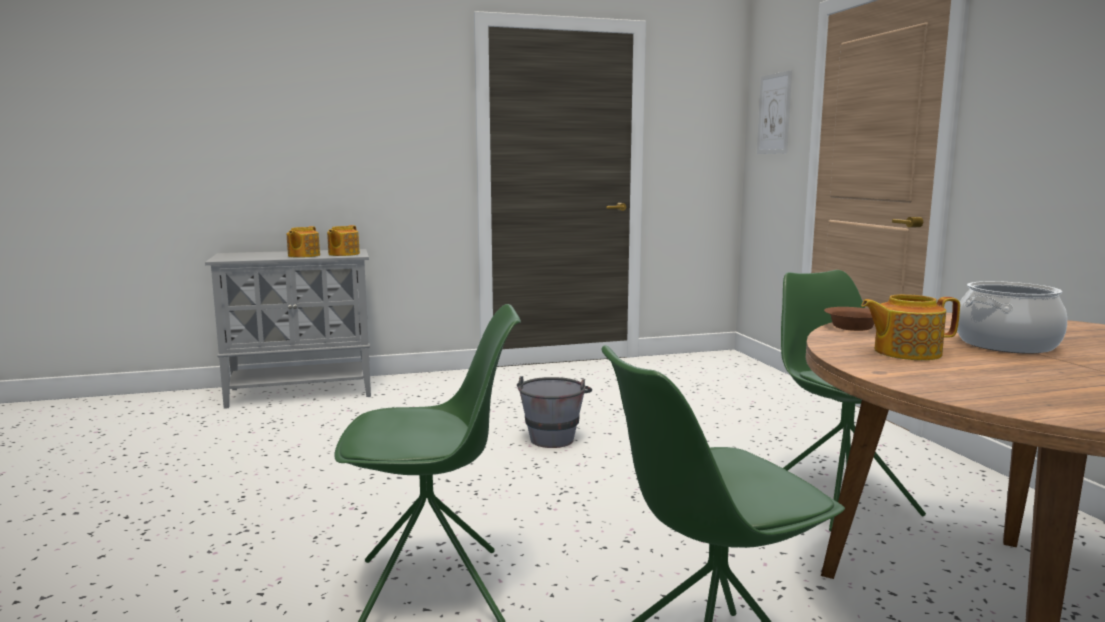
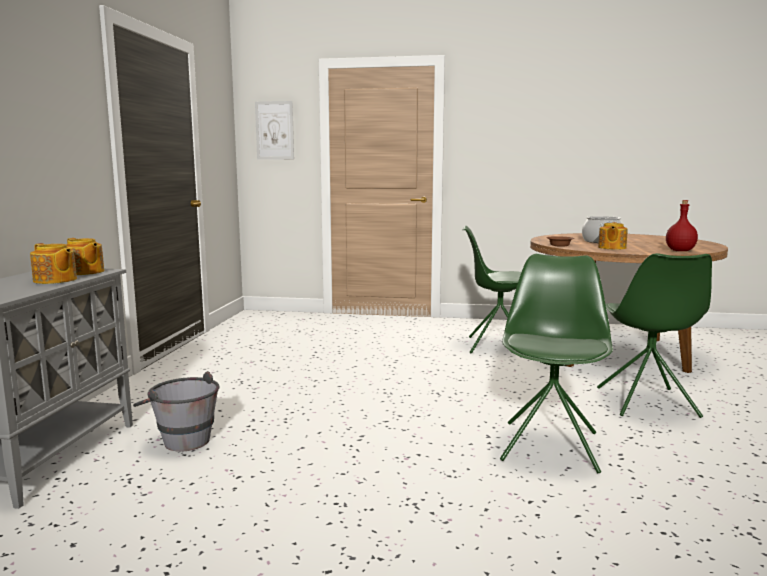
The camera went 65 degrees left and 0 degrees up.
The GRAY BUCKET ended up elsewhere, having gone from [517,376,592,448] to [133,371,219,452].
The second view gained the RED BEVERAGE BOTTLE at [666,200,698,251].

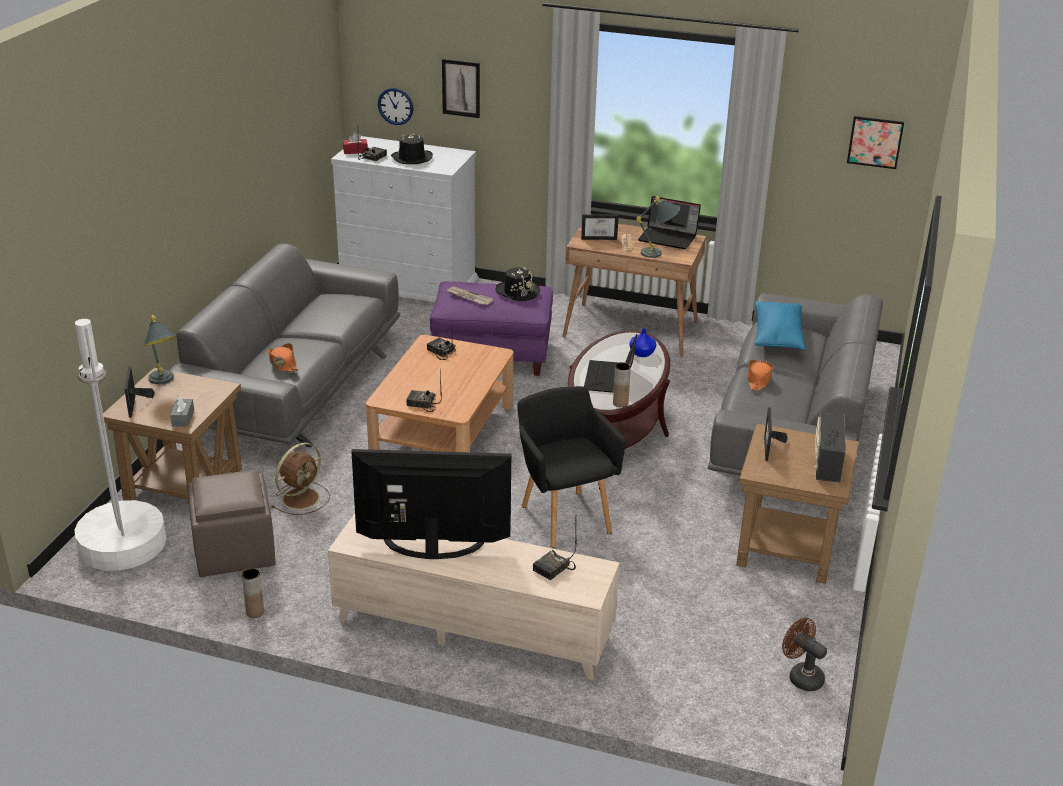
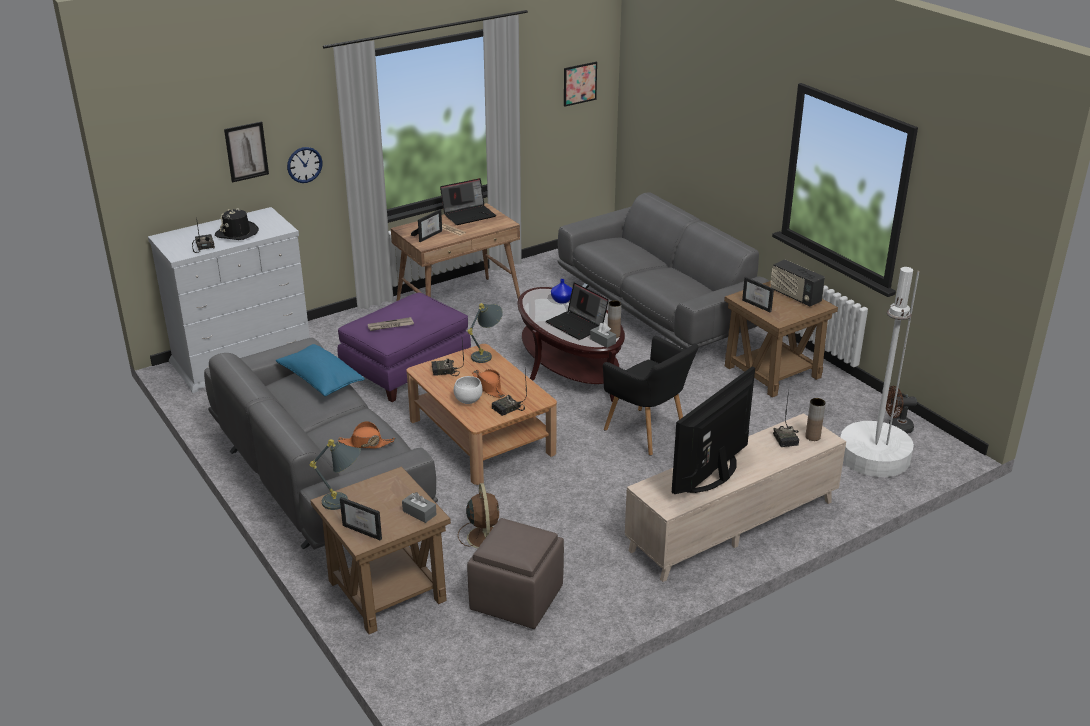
The camera went 50 degrees left and 0 degrees up.
The BLUE-COLOURED THROW PILLOW ended up elsewhere, having gone from [755,301,805,350] to [276,344,365,396].
The CLOCK ON THE WALL ended up elsewhere, having gone from [378,88,413,125] to [287,147,323,183].
The second view gained the WHITE BOWL at [454,376,483,404].
The GRAY TABLE LAMP ended up elsewhere, having gone from [637,196,680,258] to [468,303,503,363].
The ORANGE WEARABLE HAT ended up elsewhere, having gone from [748,360,773,391] to [472,369,505,398].
The second view gained the GRAY BOX OF TISSUES at [590,323,616,348].
The BLACK-COLOURED EASY CHAIR at [517,386,626,548] ended up facing another way, 150 degrees counterclockwise from before.
The BROWN-COLOURED FLOWER VASE ended up elsewhere, having gone from [242,568,264,618] to [805,398,826,441].
The WHITE STANDING LAMP ended up elsewhere, having gone from [75,319,166,570] to [840,267,919,477].
The second view lost the RED BOX OF TISSUES at [343,132,368,154].
The second view lost the BLACK-COLOURED WEARABLE HAT at [495,267,540,301].

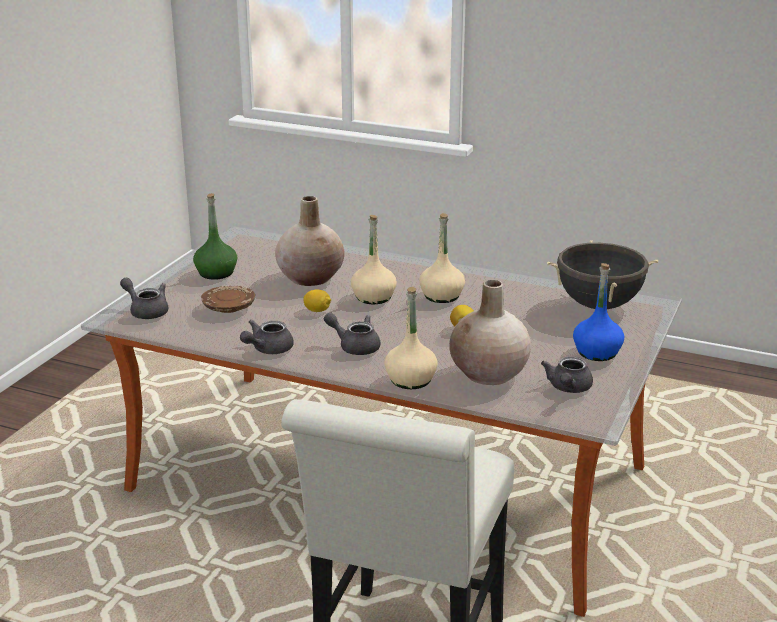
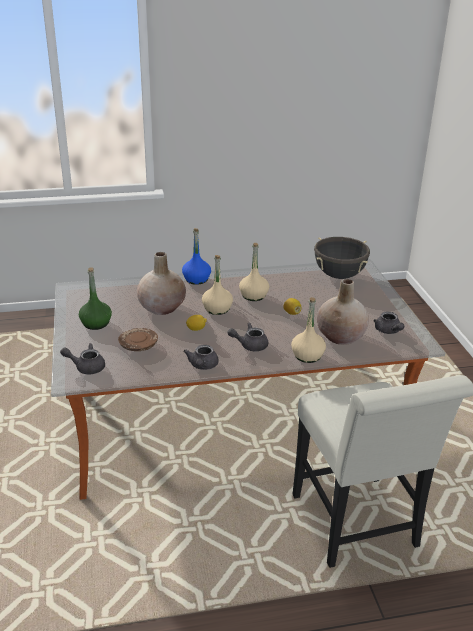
The camera went 35 degrees left and 5 degrees up.
The BLUE-COLOURED BEVERAGE BOTTLE ended up elsewhere, having gone from [573,263,624,361] to [182,228,211,285].

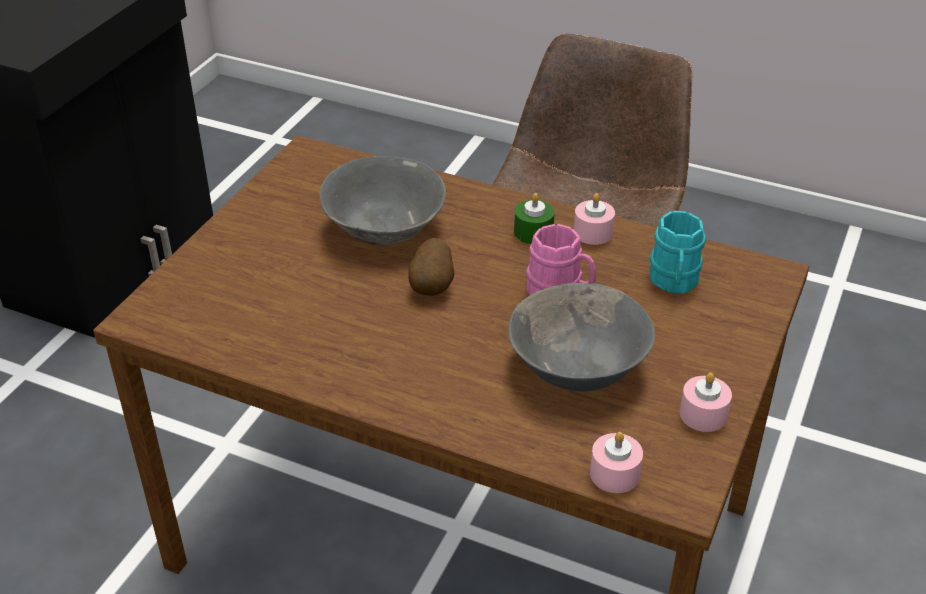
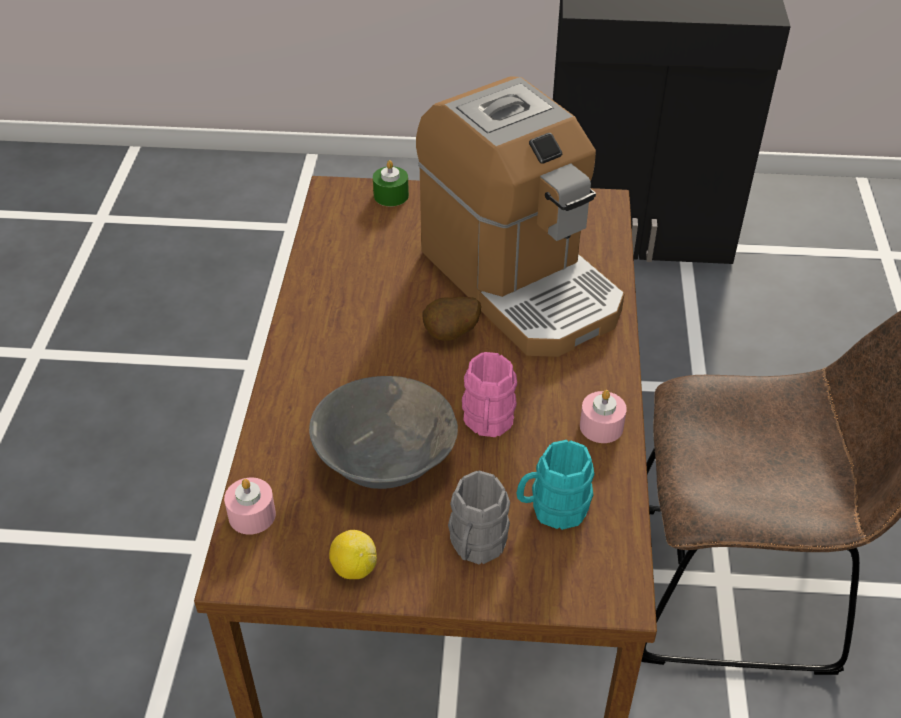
The camera went 70 degrees right and 5 degrees up.
Where the PINKISH WAX LIGHT stood at [680,373,732,432], the LEMON came to stand at [329,530,377,579].
The GREEN-COLOURED WAX LIGHT ended up elsewhere, having gone from [514,193,555,244] to [373,160,409,206].
Where the GRAY BOWL stood at [320,156,446,246], the COFFEE MACHINE came to stand at [416,76,625,357].
The second view gained the GRAY COFFEE MUG at [448,470,510,564].

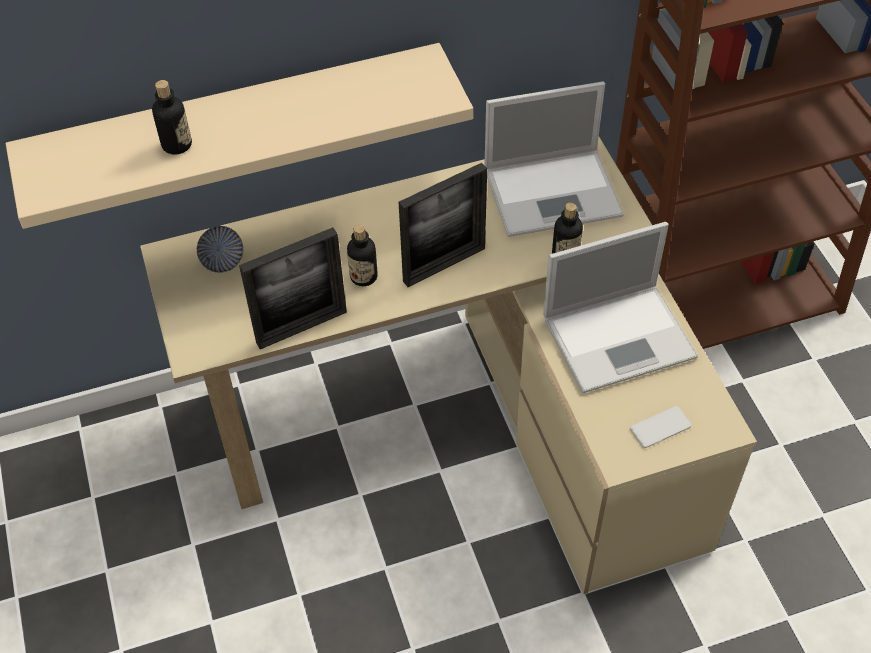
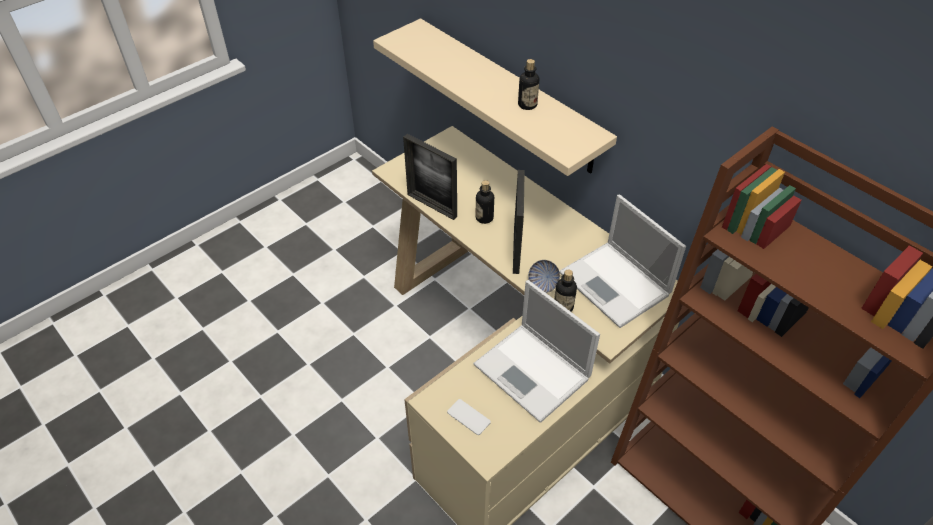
The camera went 65 degrees right and 5 degrees down.
The PHOTO FRAME at [399,163,487,287] ended up facing another way, 120 degrees counterclockwise from before.
The BEVERAGE BOTTLE ended up elsewhere, having gone from [152,80,192,155] to [518,59,539,110].
The BOWL ended up elsewhere, having gone from [197,226,243,273] to [528,260,560,293].

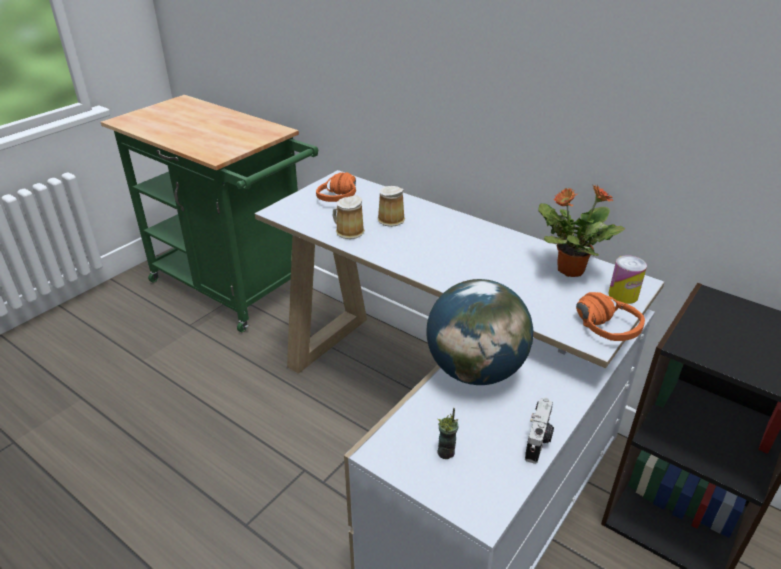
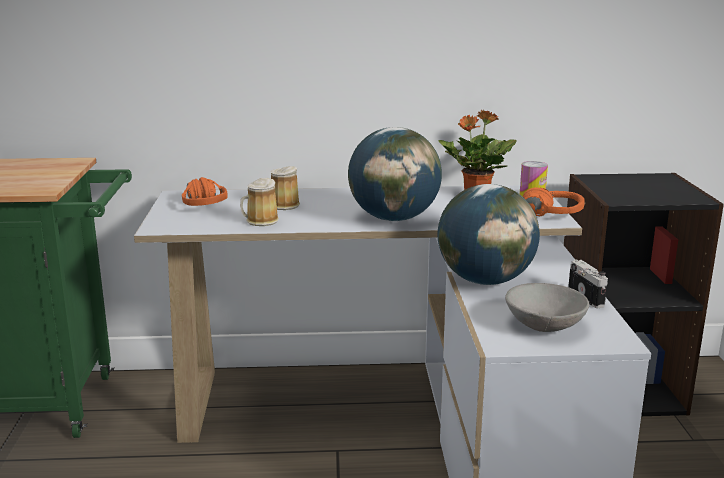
The camera went 40 degrees left and 15 degrees down.
The second view gained the GLOBE at [348,127,442,221].
Where the DRINKING CUP stood at [437,408,459,459], the GRAY BOWL came to stand at [505,283,589,332].

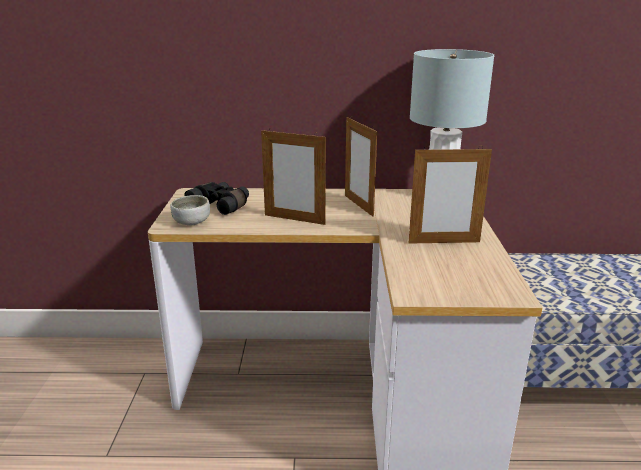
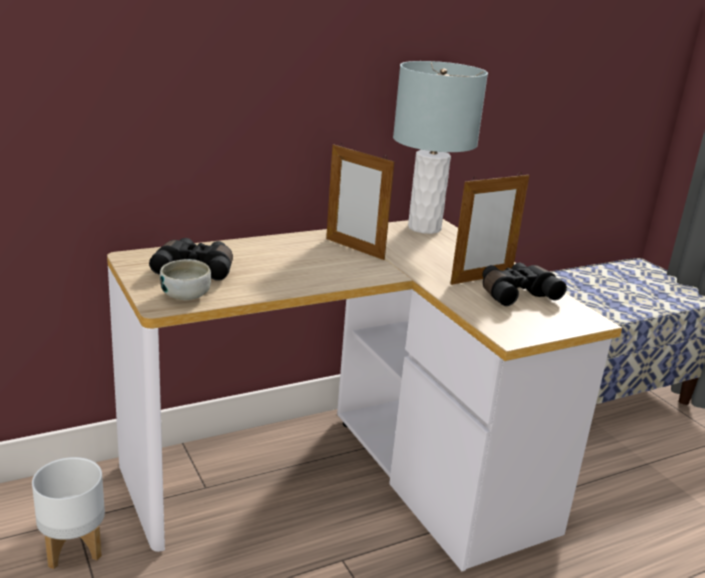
The camera went 30 degrees left and 0 degrees up.
The second view gained the WHITE FLOWER POT at [32,457,105,569].
The second view gained the BLACK-COLOURED PAIR OF BINOCULARS at [482,263,567,306].
The second view lost the PHOTO FRAME at [261,128,326,225].

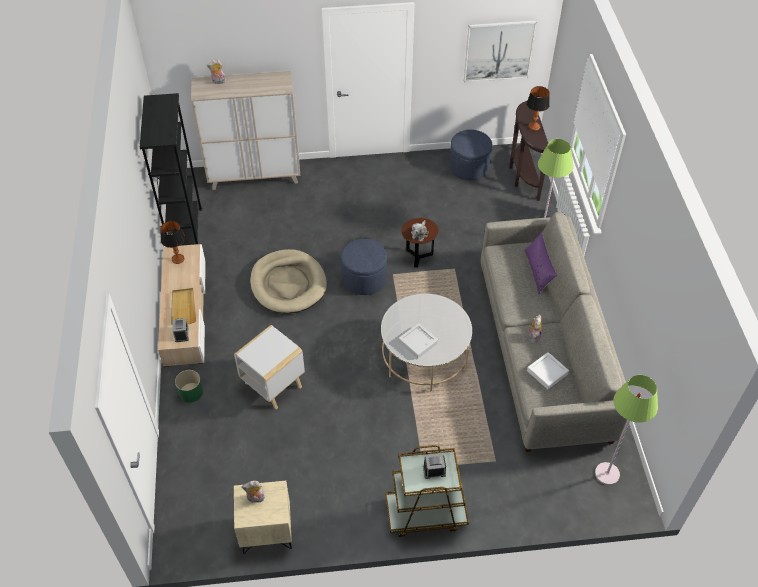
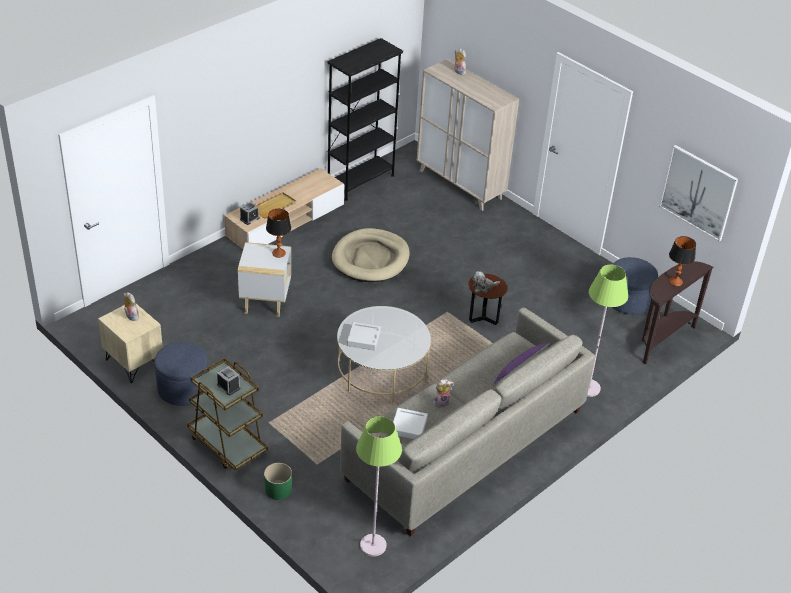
The camera went 50 degrees right and 10 degrees down.
The BLUE-COLOURED OTTOMAN ended up elsewhere, having gone from [341,239,387,295] to [154,342,208,406].
The GREEN-COLOURED FLOWER POT ended up elsewhere, having gone from [175,370,203,403] to [264,463,292,500].
The TABLE LAMP ended up elsewhere, having gone from [160,221,185,264] to [266,209,291,258].

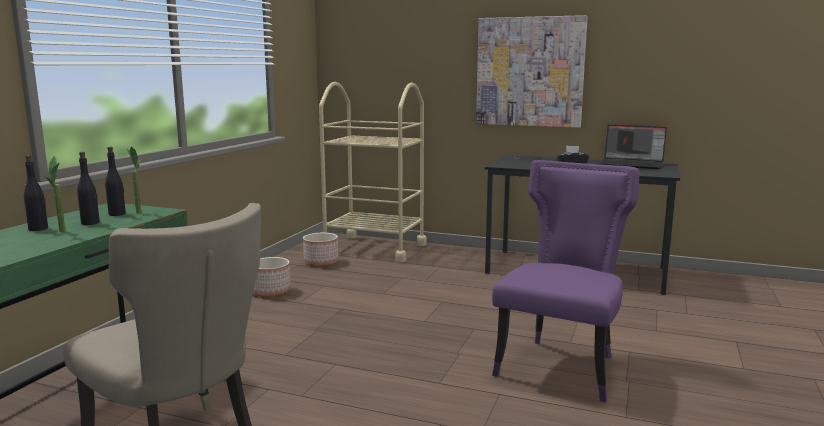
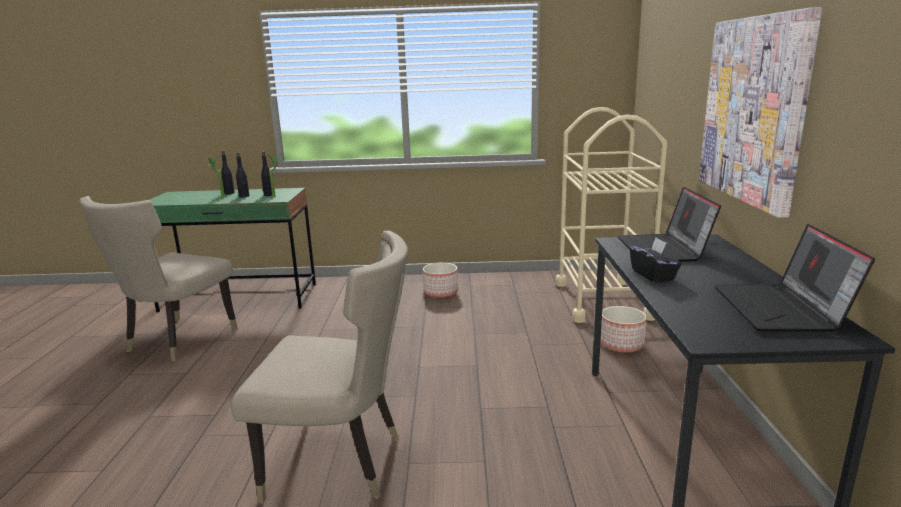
The camera went 70 degrees right and 5 degrees up.
What was the PURPLE PLAIN CHAIR at [492,160,640,403] turned into the BEIGE-COLOURED PLAIN CHAIR at [231,231,408,504].
The FLOWER POT ended up elsewhere, having gone from [303,233,338,267] to [601,306,647,353].
The second view gained the NOTEBOOK COMPUTER at [617,186,721,262].

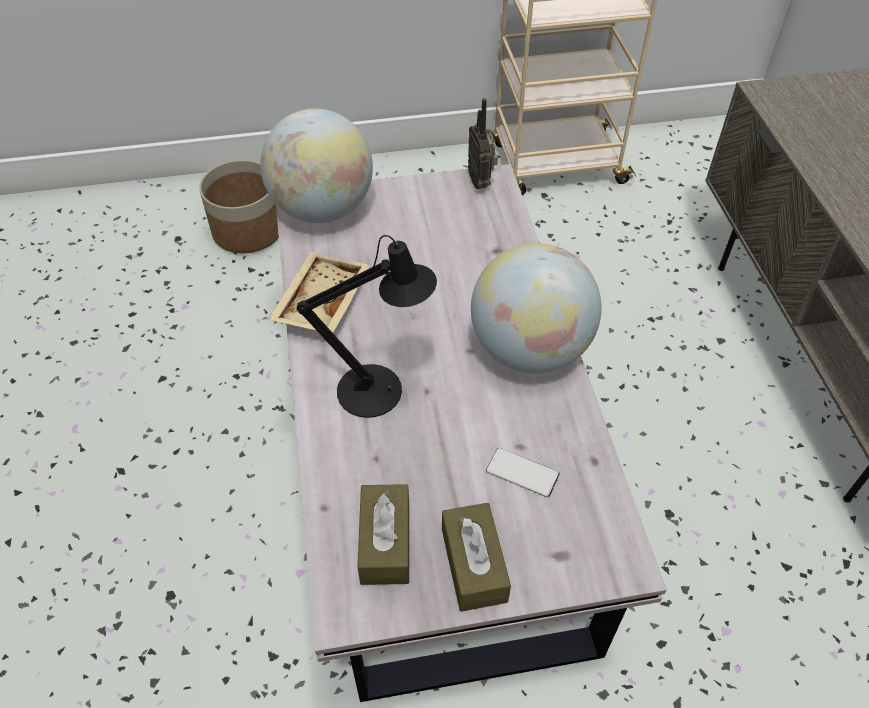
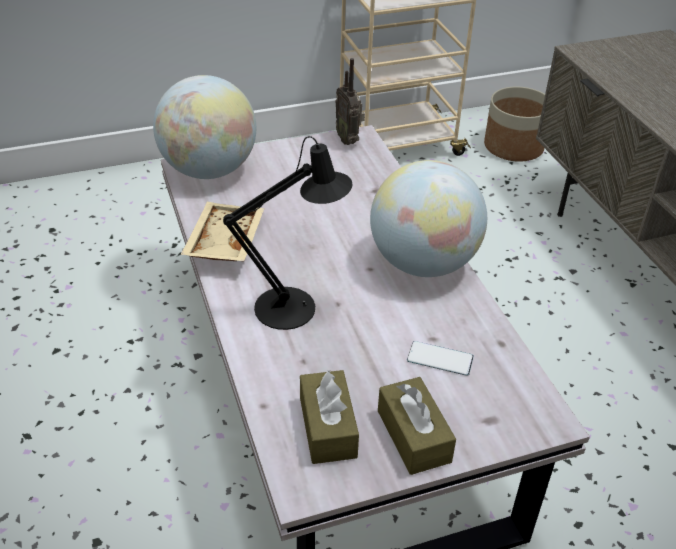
The camera went 10 degrees left and 10 degrees down.
The FLOWER POT ended up elsewhere, having gone from [199,160,279,253] to [484,87,545,161].

